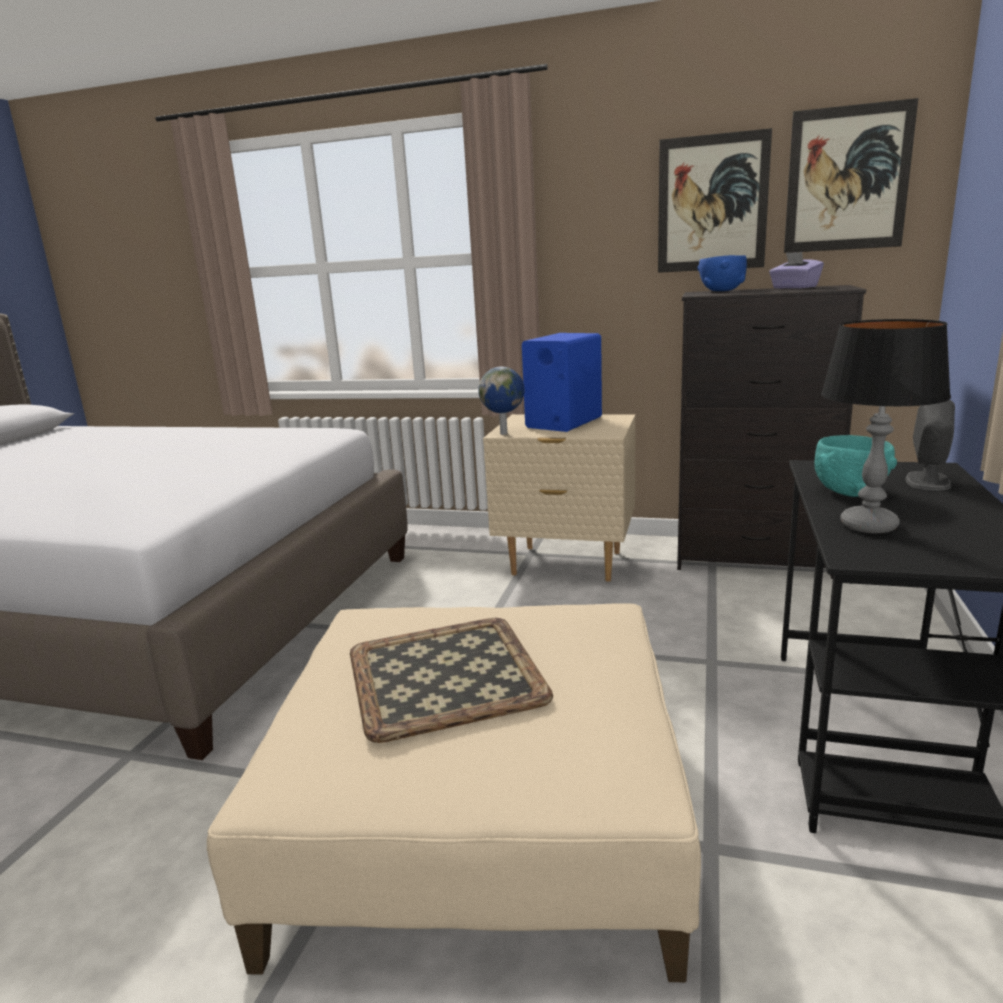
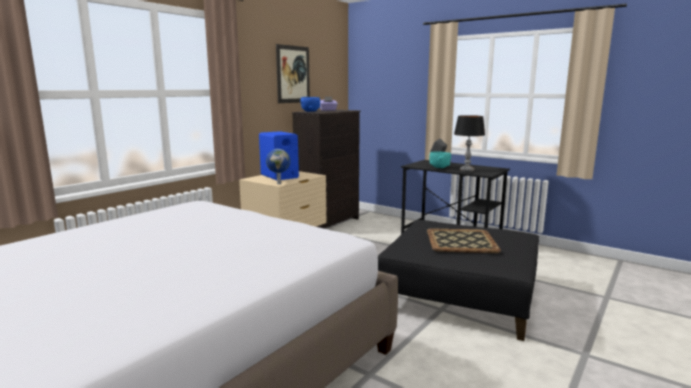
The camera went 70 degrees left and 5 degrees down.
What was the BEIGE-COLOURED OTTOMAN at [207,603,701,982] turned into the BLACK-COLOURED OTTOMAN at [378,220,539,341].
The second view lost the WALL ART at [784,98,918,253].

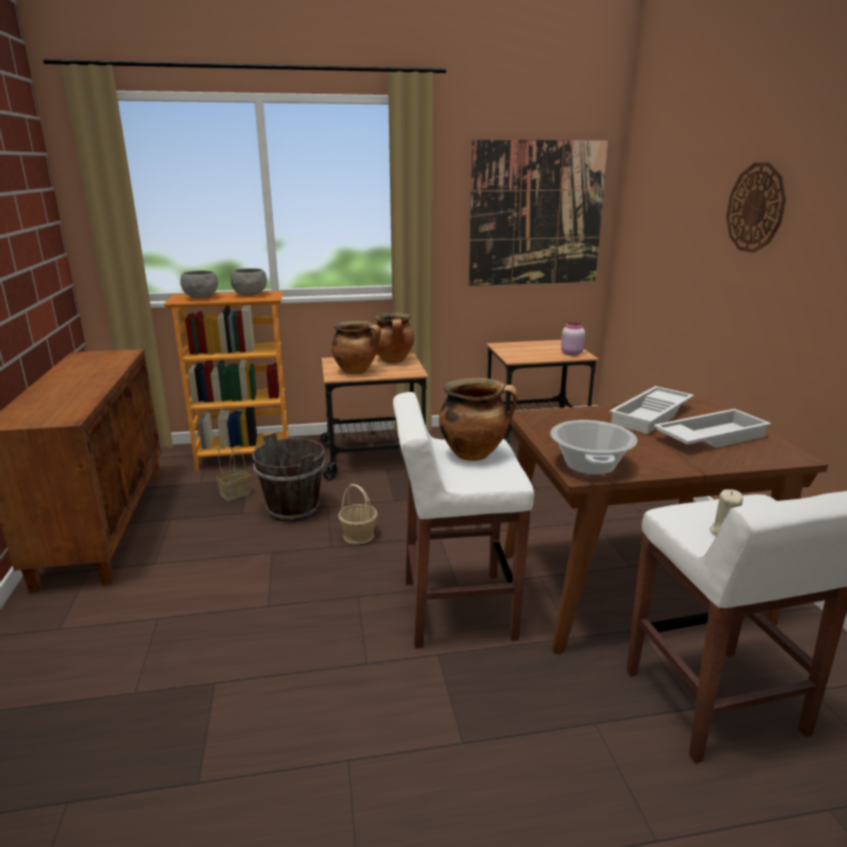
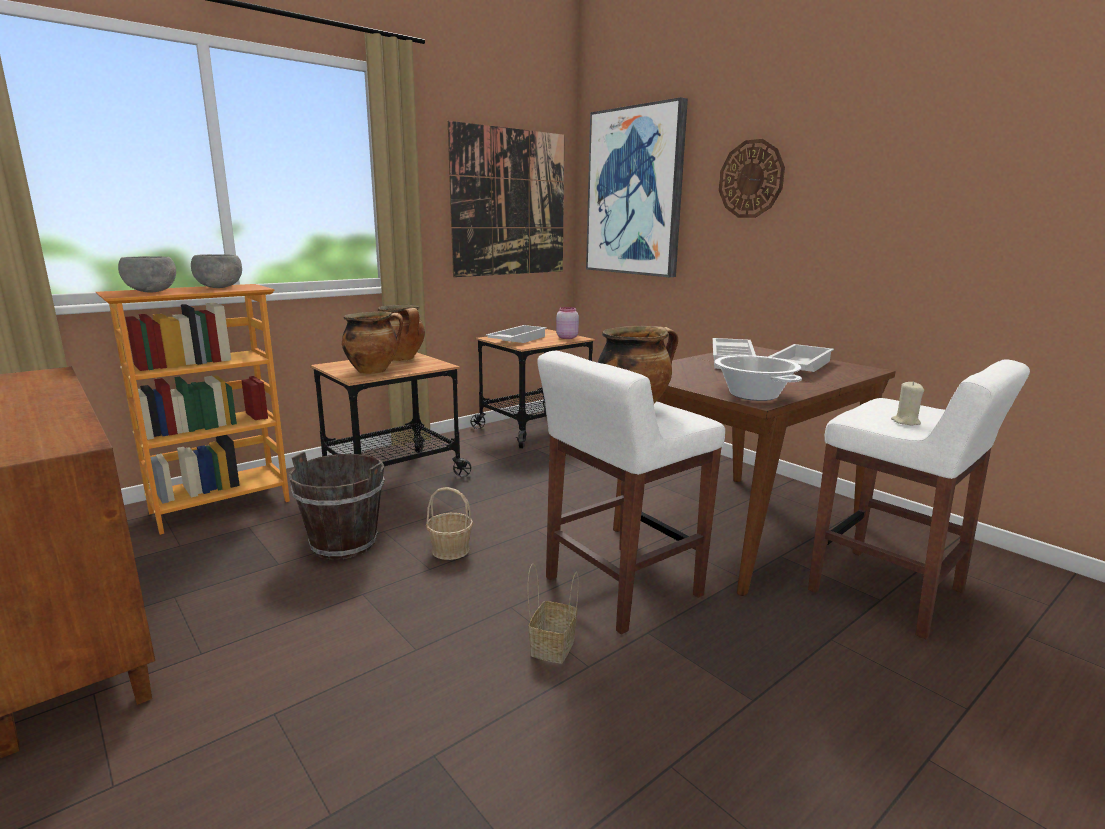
The camera went 30 degrees left and 5 degrees down.
The second view gained the WHITE TRAY at [486,325,547,343].
The HOUSEHOLD BASKET ended up elsewhere, having gone from [217,443,251,501] to [527,564,579,664].
The second view gained the WALL ART at [586,97,688,277].

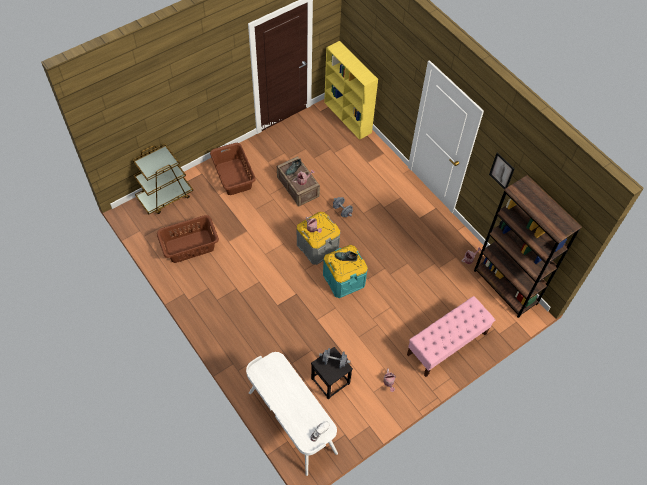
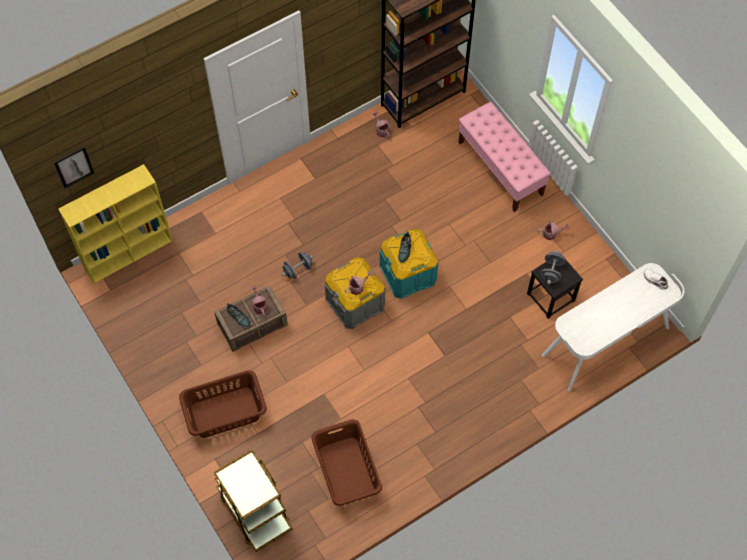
The camera went 85 degrees left and 5 degrees up.
The WALL ART ended up elsewhere, having gone from [489,152,514,189] to [54,147,94,188].

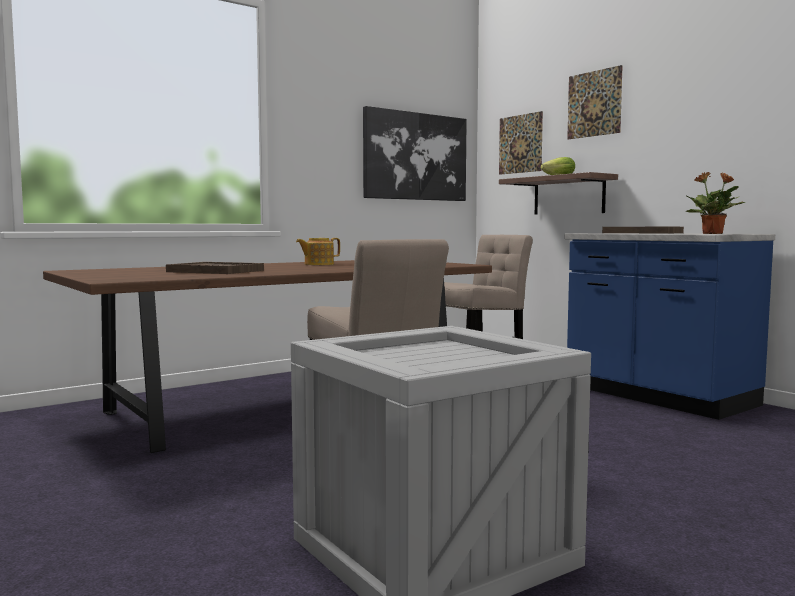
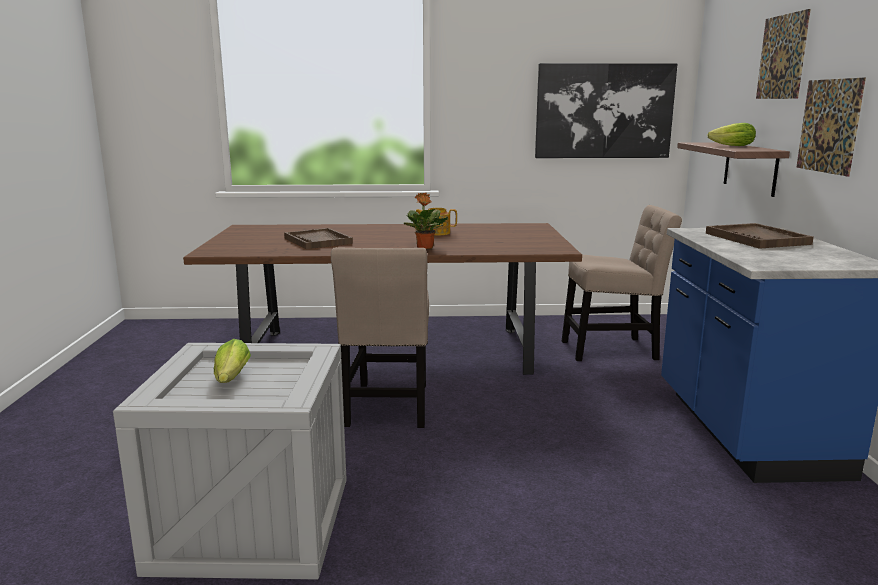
The camera went 35 degrees right and 10 degrees up.
The second view gained the HEAD OF LETTUCE at [214,339,251,383].
The POTTED PLANT ended up elsewhere, having gone from [685,172,745,234] to [404,193,448,249].
The WALL ART ended up elsewhere, having gone from [499,111,543,175] to [796,78,866,176].

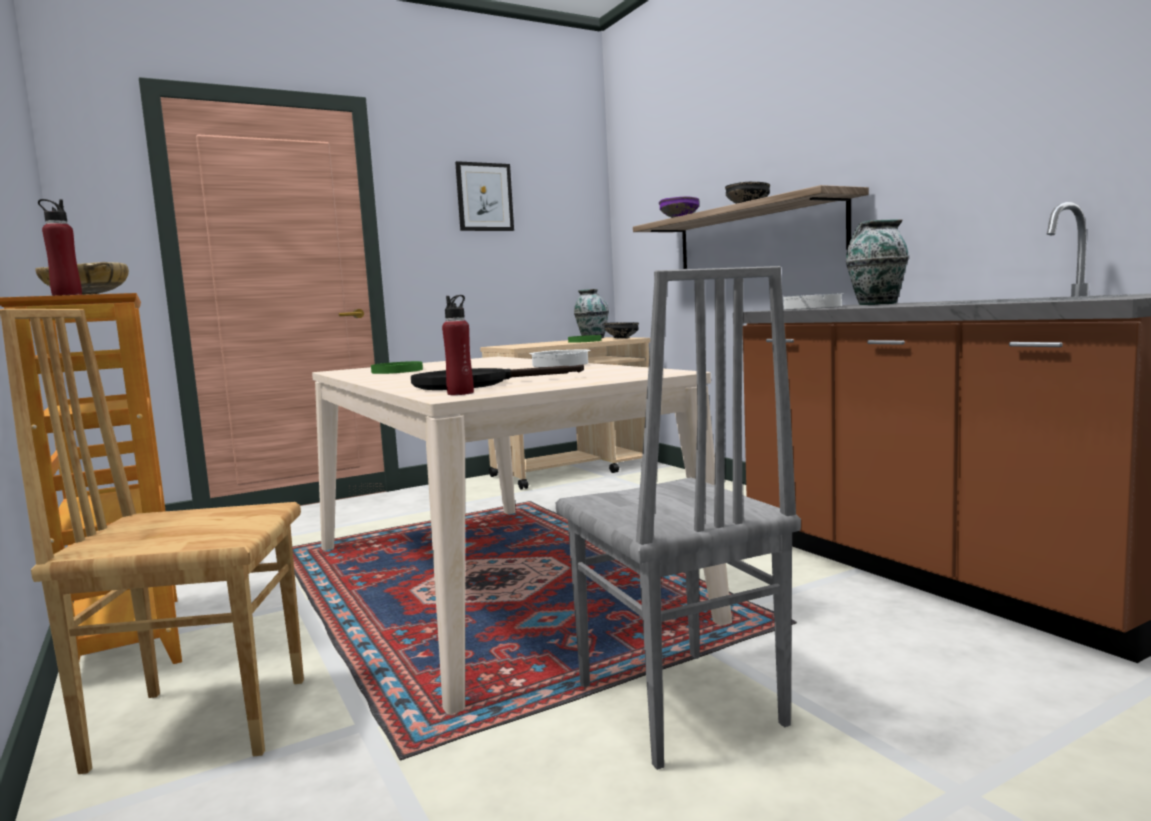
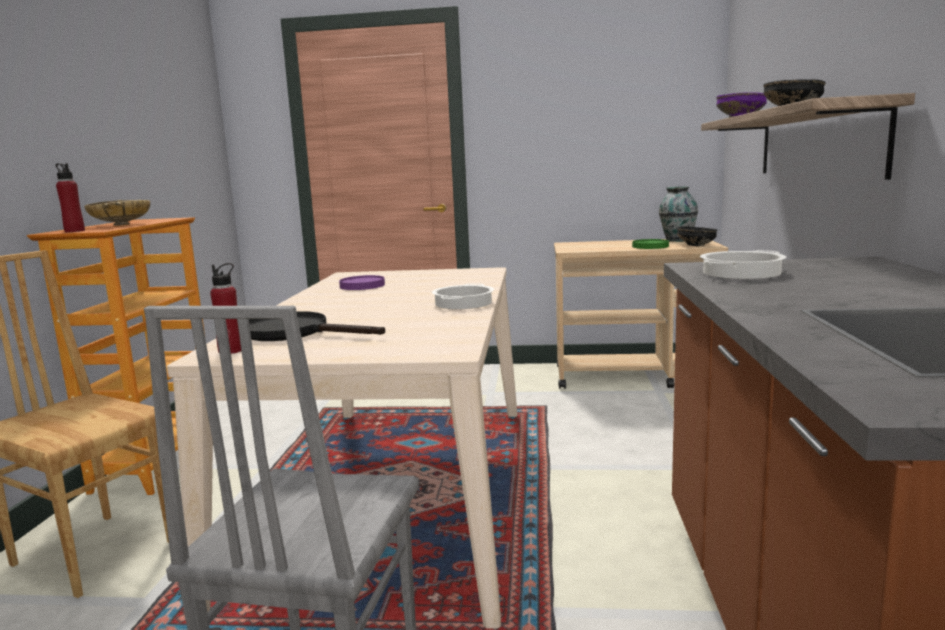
The camera went 35 degrees right and 5 degrees up.
What was the GREEN-COLOURED PLATE at [371,361,423,374] turned into the PURPLE PLATE at [339,275,385,290].
The second view lost the WALL ART at [455,161,514,231].
The second view lost the FLOWER VASE at [846,219,909,305].

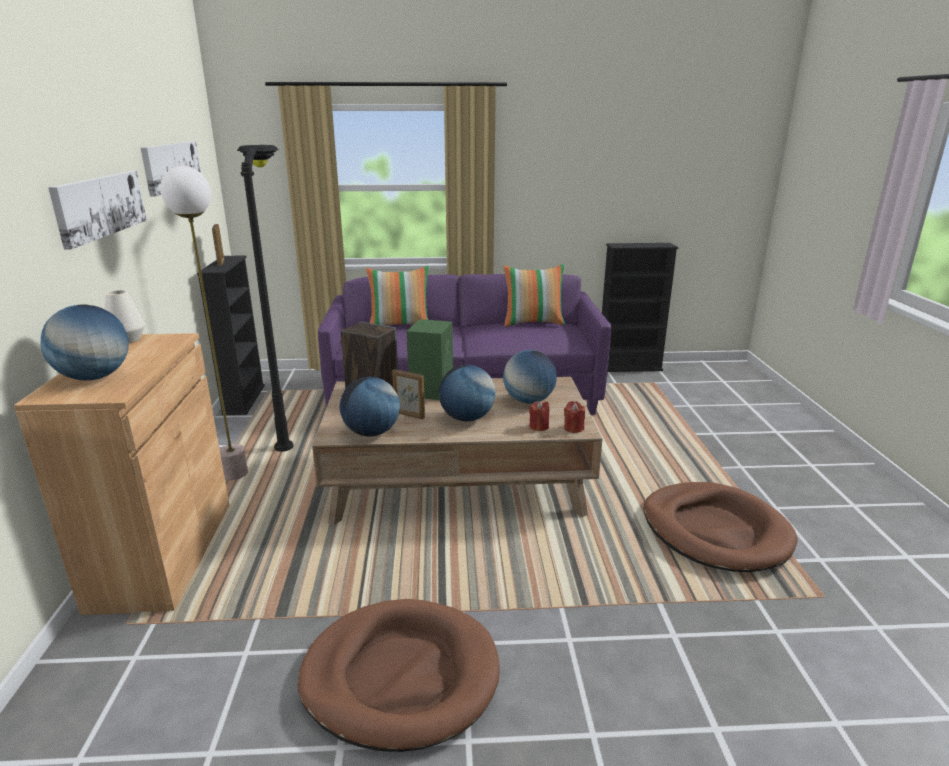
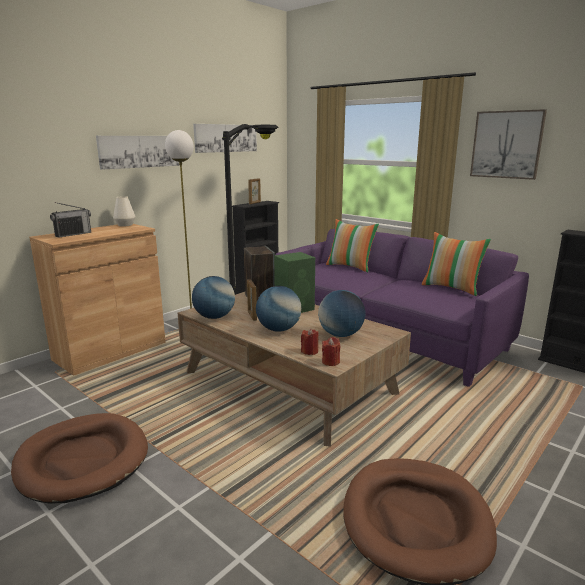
The camera went 45 degrees right and 5 degrees down.
Where the GLOBE stood at [41,305,129,380], the RADIO RECEIVER came to stand at [50,202,91,238].
The second view gained the WALL ART at [470,109,547,180].

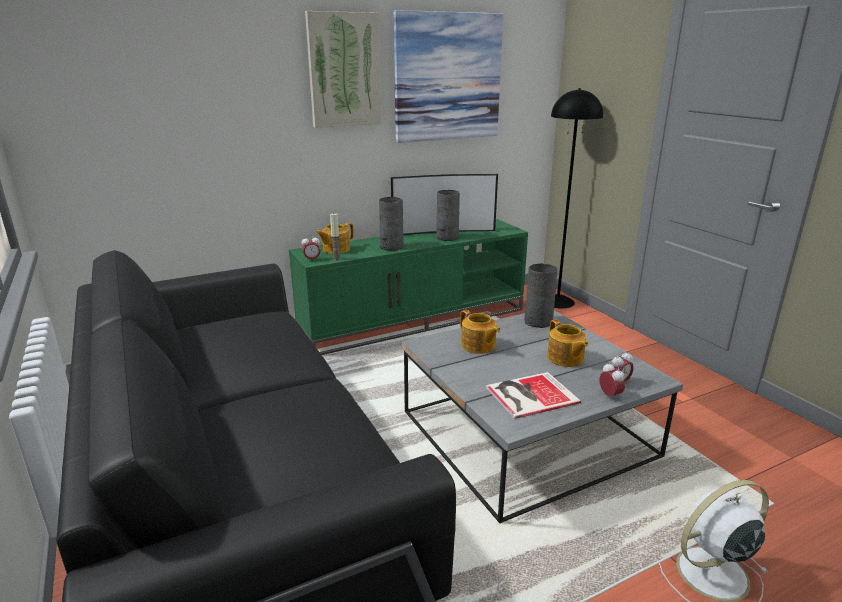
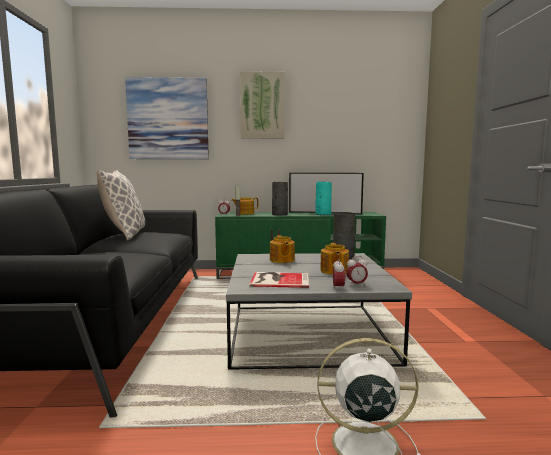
The camera went 25 degrees right and 15 degrees down.
The second view gained the THROW PILLOW at [96,170,145,240].
The WALL ART ended up elsewhere, having gone from [394,10,504,143] to [125,77,209,159].
What was the GRAY FLOWER VASE at [436,190,460,241] turned into the BLUE-GREEN FLOWER VASE at [315,182,332,215].
The second view lost the BLACK-COLOURED STANDING LAMP at [551,88,603,309].

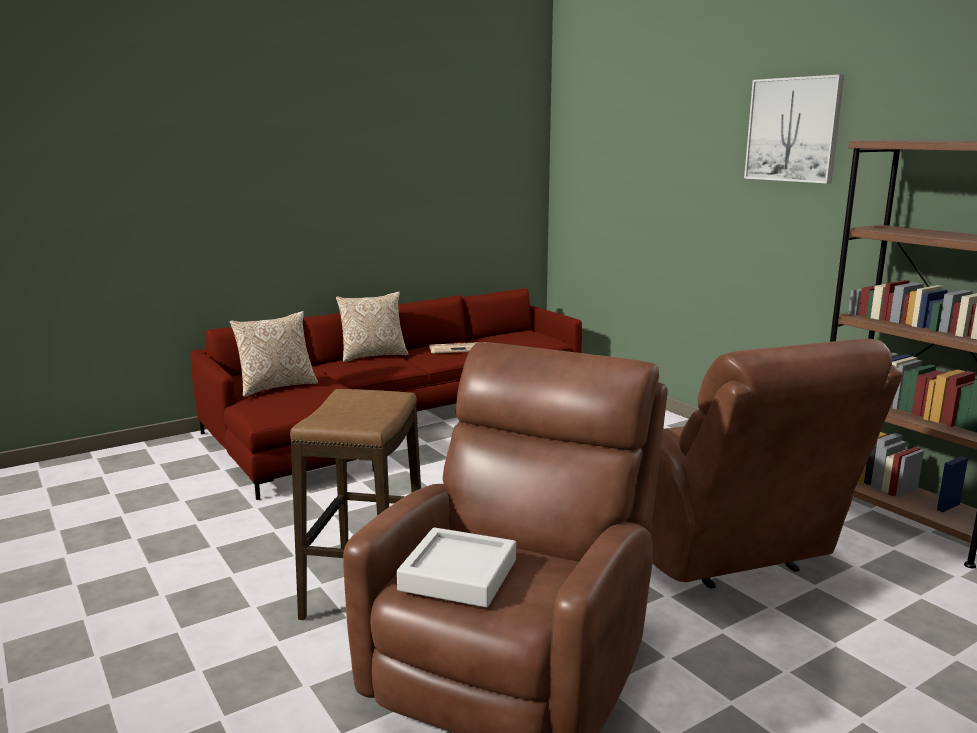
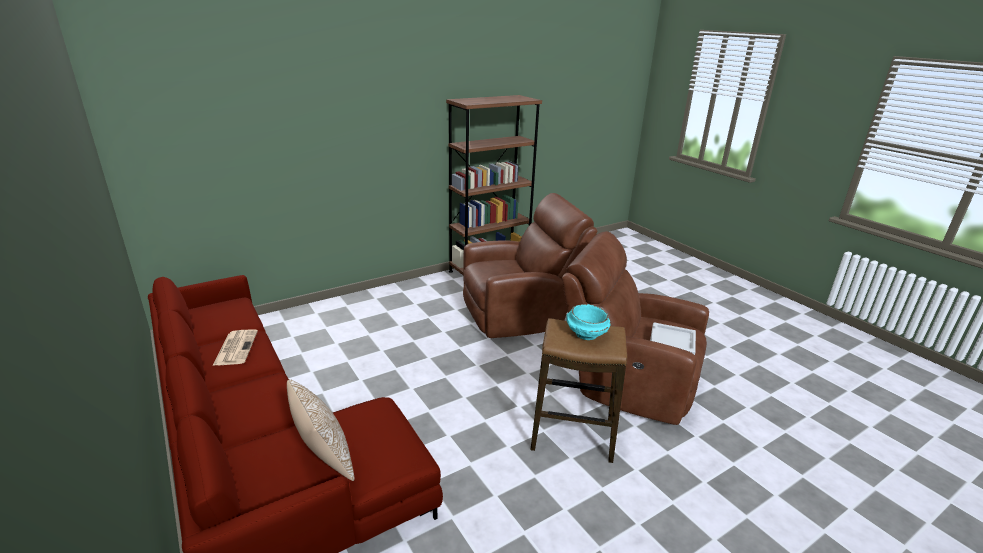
The camera went 90 degrees left and 10 degrees up.
The second view gained the BLUE-GREEN BOWL at [567,304,611,340].
The second view lost the THROW PILLOW at [336,292,409,362].
The second view lost the WALL ART at [744,74,844,184].

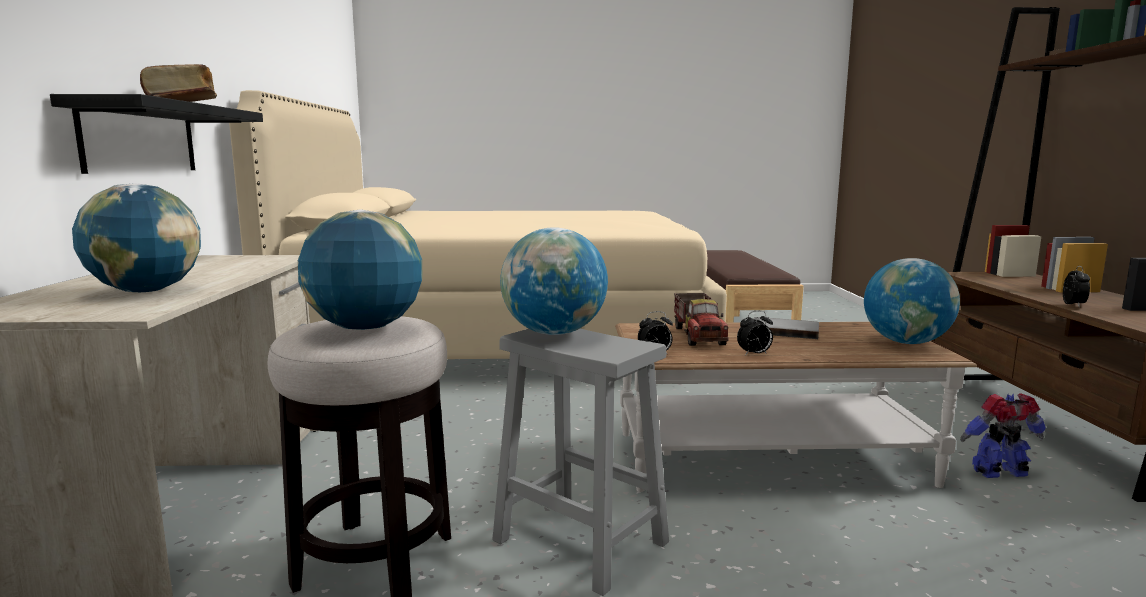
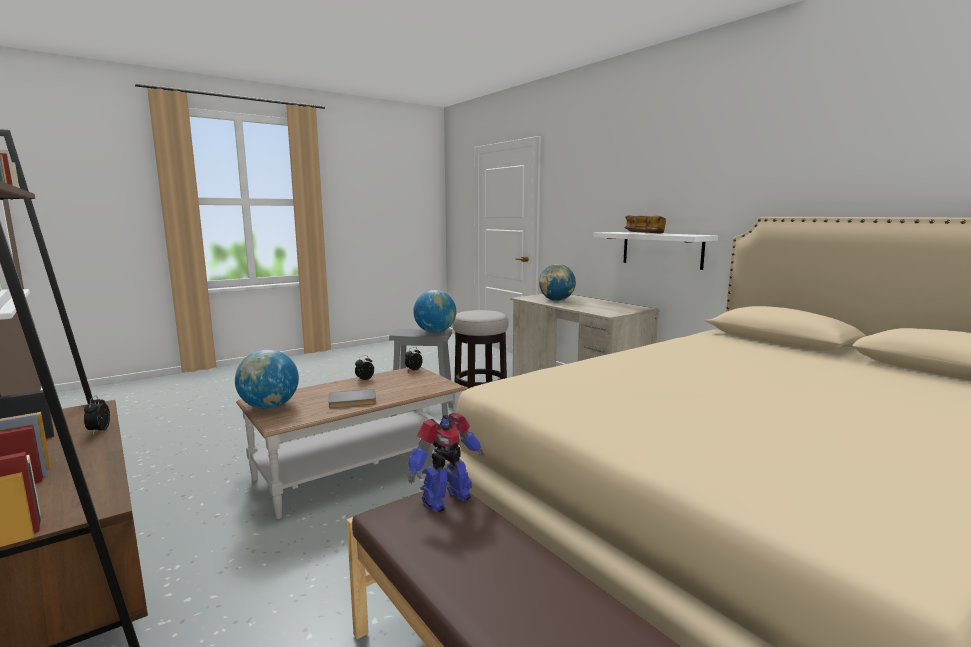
The camera went 145 degrees right and 0 degrees up.
The MODEL ROBOT ended up elsewhere, having gone from [960,393,1046,478] to [408,413,485,512].
What was the BLACK-COLOURED WALL SHELF at [50,94,263,174] turned into the WHITE WALL SHELF at [593,232,718,270].
The second view lost the GLOBE at [298,209,423,330].
The second view lost the MODEL TRUCK at [674,293,729,346].

